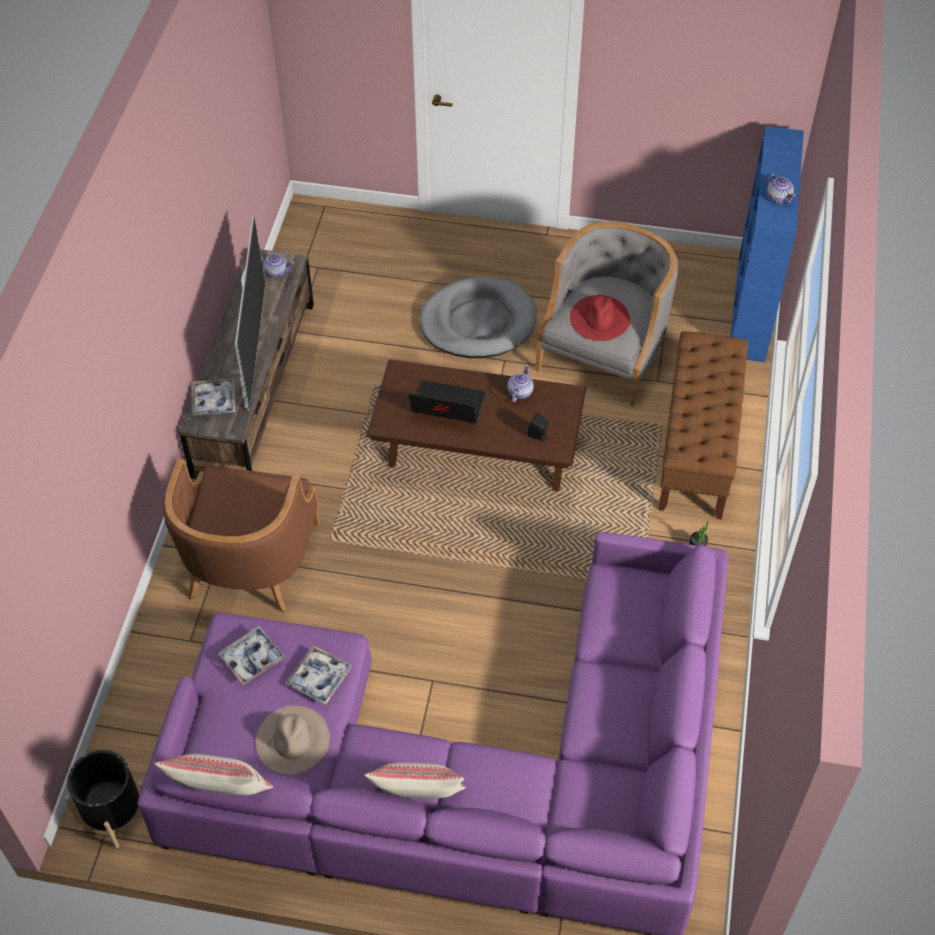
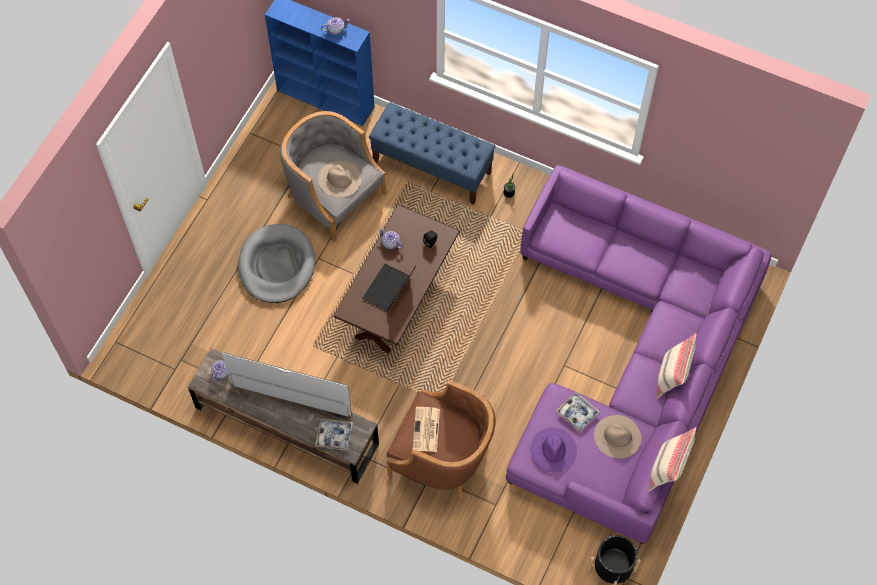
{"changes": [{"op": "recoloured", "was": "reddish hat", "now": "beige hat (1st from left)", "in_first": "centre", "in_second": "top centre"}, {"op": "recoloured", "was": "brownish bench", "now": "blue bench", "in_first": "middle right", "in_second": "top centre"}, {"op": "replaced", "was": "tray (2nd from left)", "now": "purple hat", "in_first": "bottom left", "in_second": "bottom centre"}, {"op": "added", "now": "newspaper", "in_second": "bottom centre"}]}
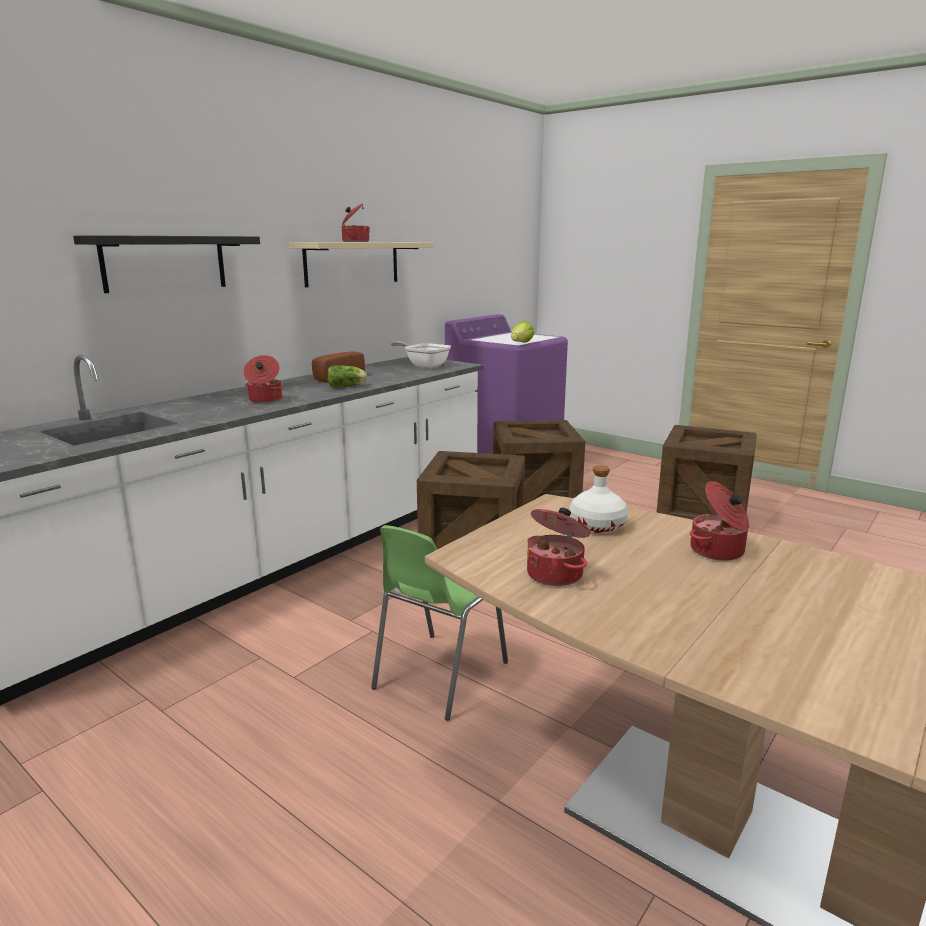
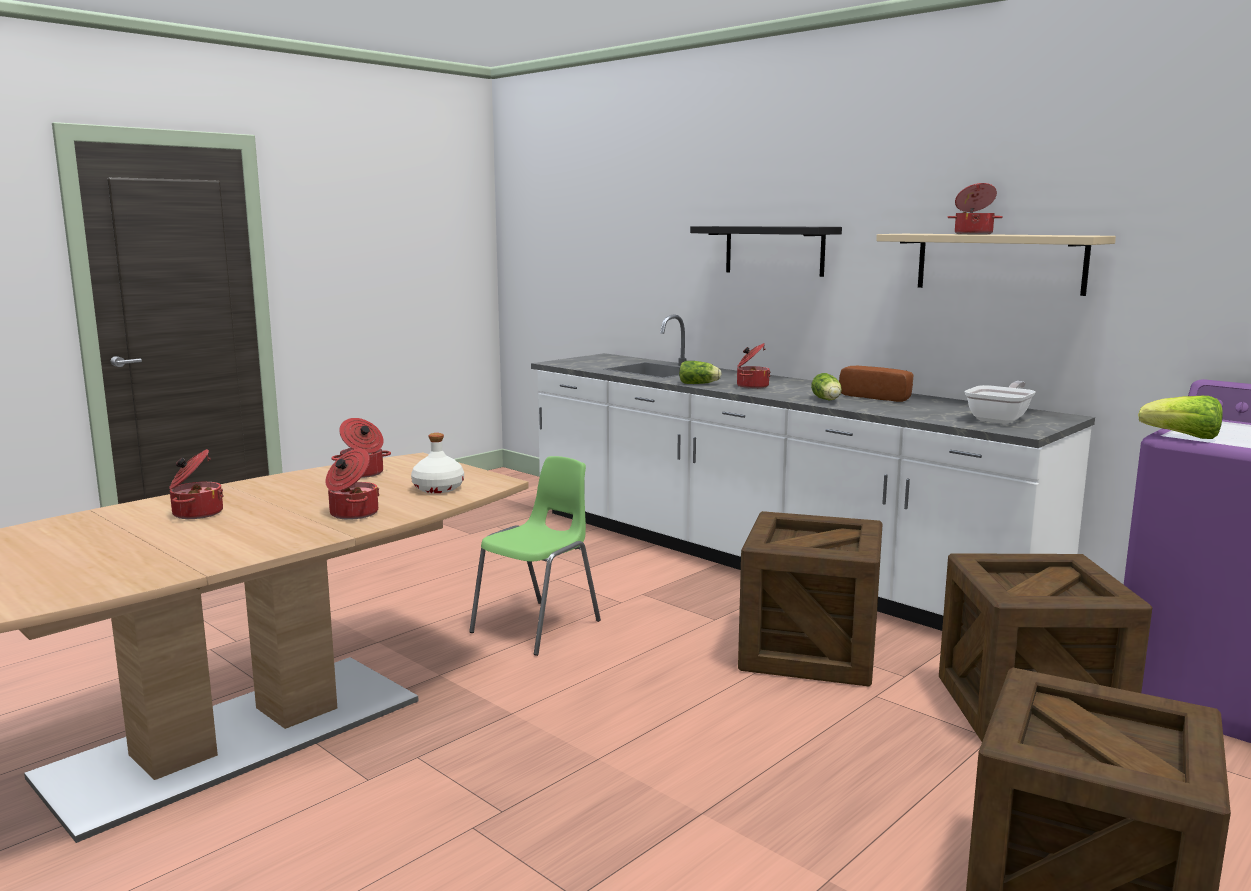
{"changes": [{"op": "turned", "was": "green chair", "in_first": "bottom centre", "in_second": "centre", "clockwise": 90}, {"op": "added", "now": "head of lettuce (1st from left)", "in_second": "centre"}, {"op": "added", "now": "cooking pot (1st from left)", "in_second": "middle left"}]}
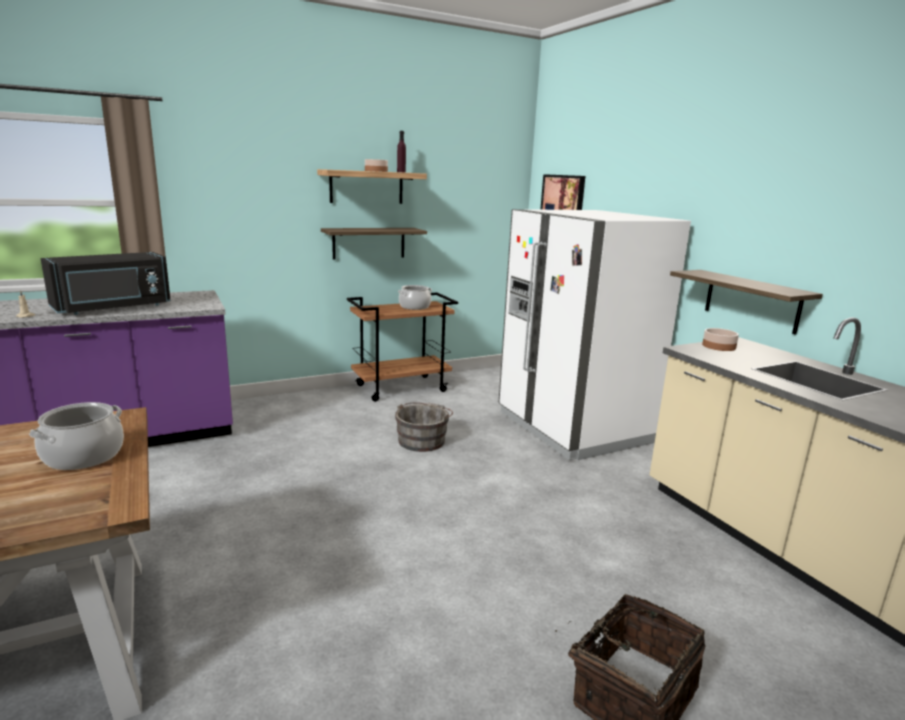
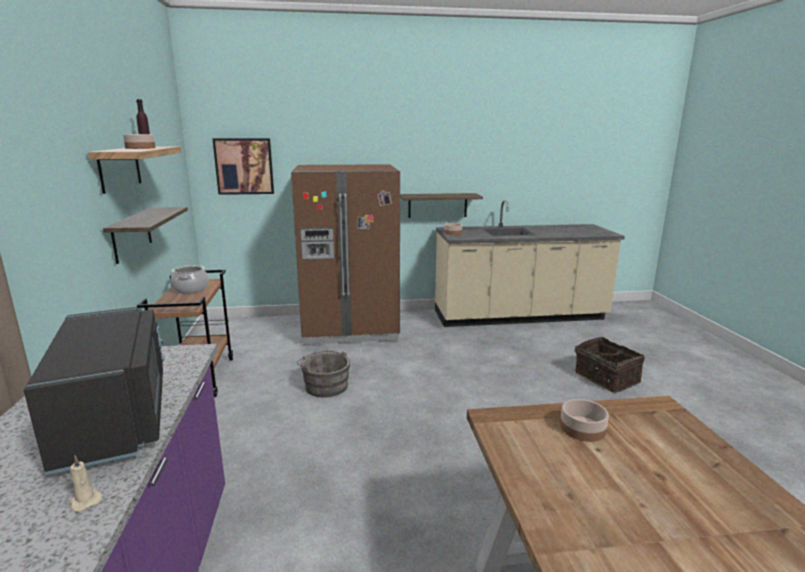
{"changes": [{"op": "recoloured", "was": "white-coloured refrigerator", "now": "brownish refrigerator", "in_first": "centre", "in_second": "centre"}, {"op": "replaced", "was": "cooking pot (1st from left)", "now": "deep dish (3rd from left)", "in_first": "middle left", "in_second": "bottom right"}]}
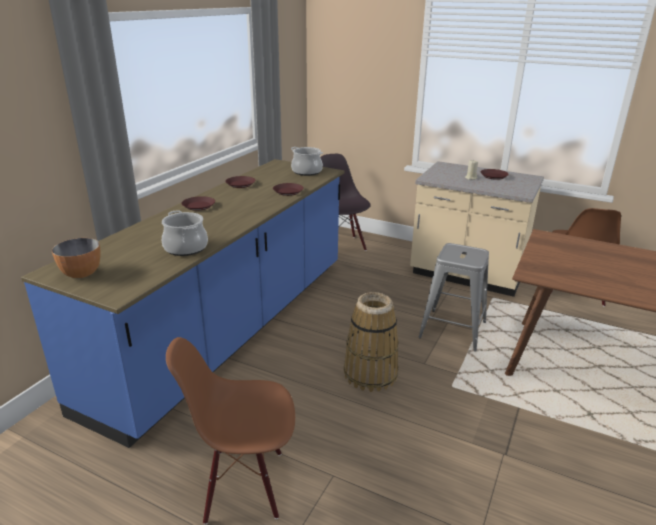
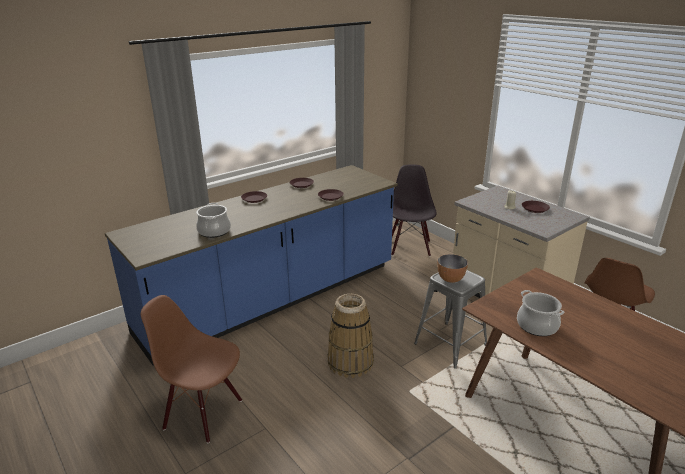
{"changes": [{"op": "moved", "was": "cooking pot (2nd from left)", "in_first": "top centre", "in_second": "middle right"}, {"op": "moved", "was": "deep dish", "in_first": "middle left", "in_second": "centre"}]}
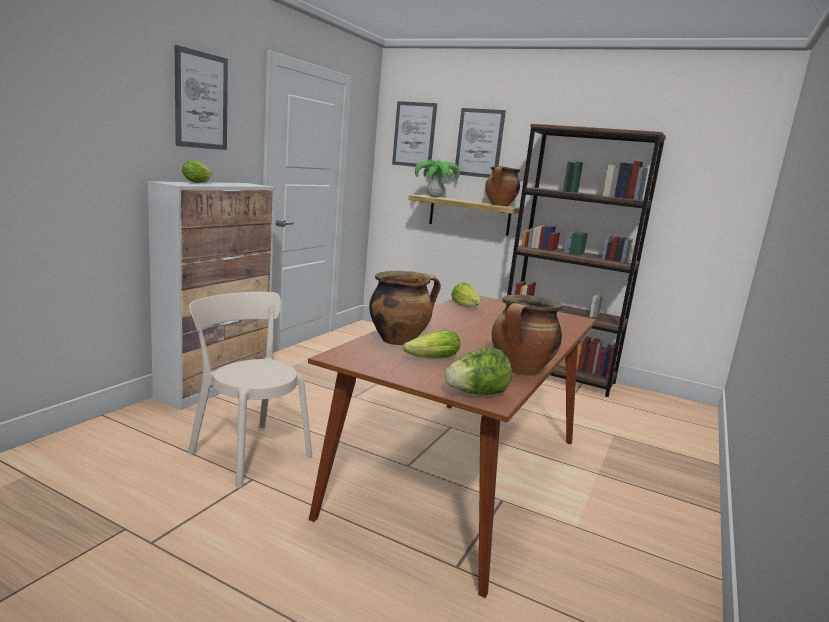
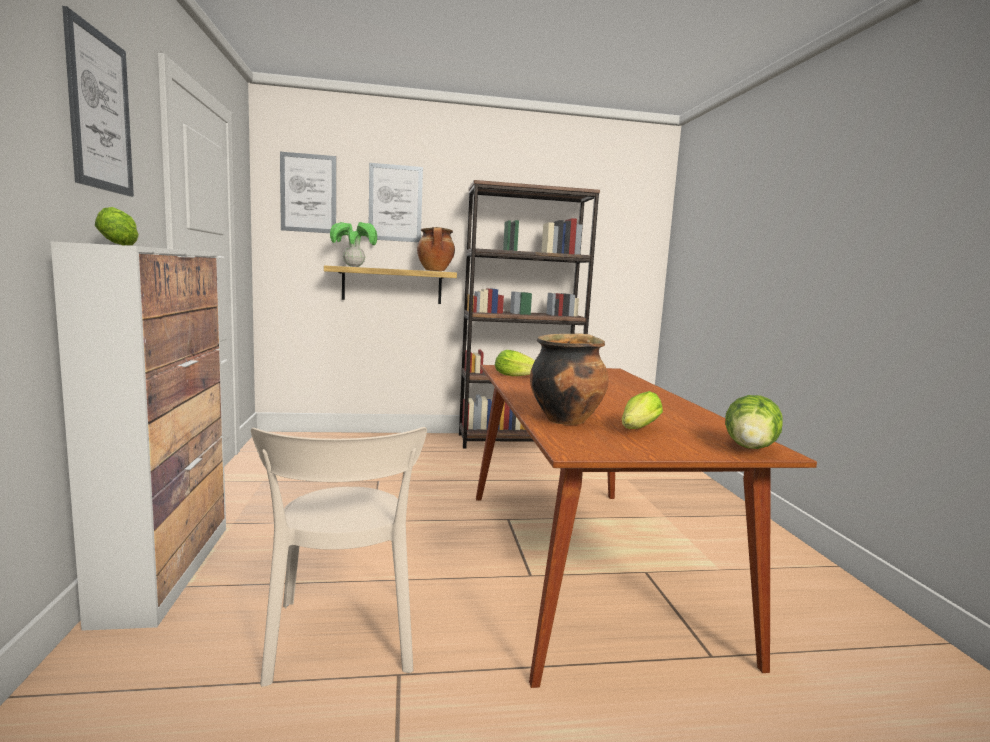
{"changes": [{"op": "turned", "was": "beige chair", "in_first": "middle left", "in_second": "bottom centre", "clockwise": -105}, {"op": "removed", "was": "cooking pot (3rd from left)", "in_first": "centre"}]}
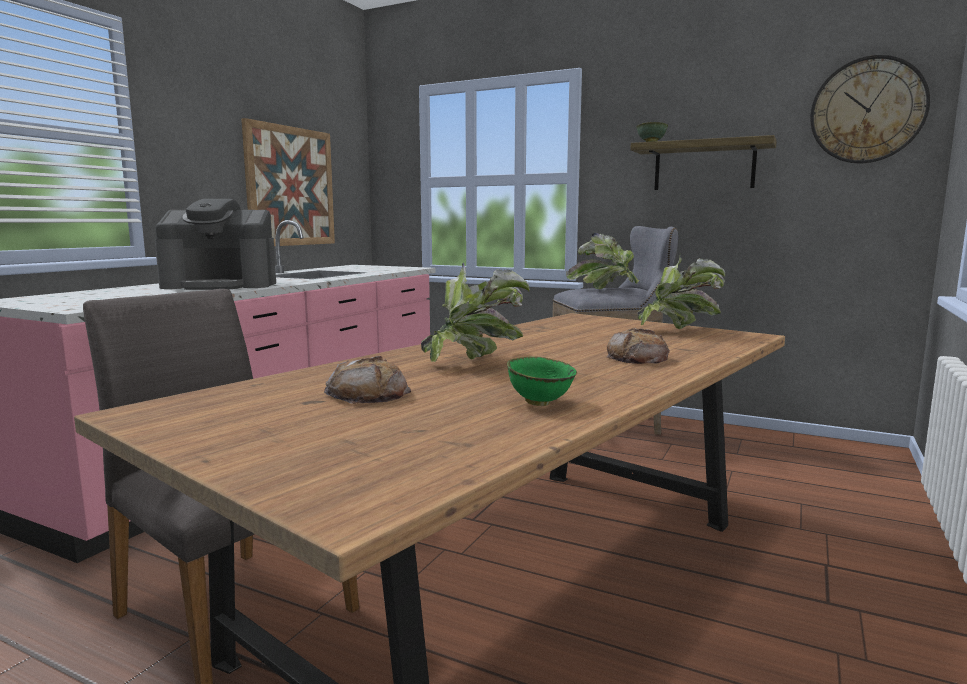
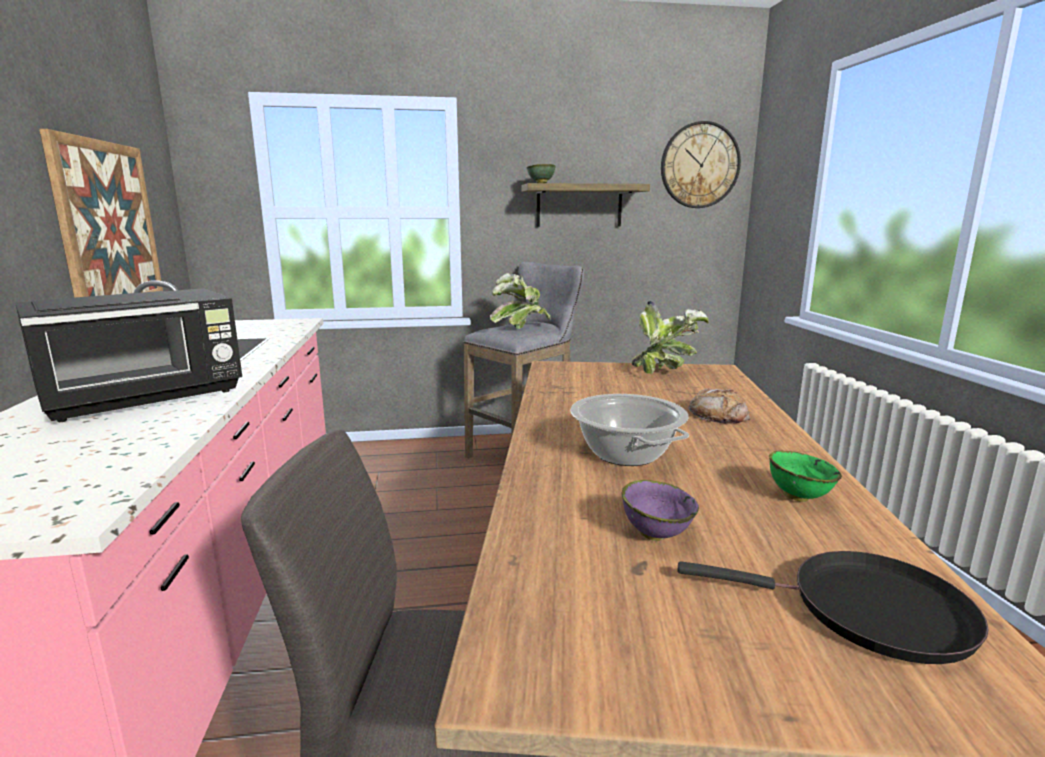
{"changes": [{"op": "replaced", "was": "coffee brewer", "now": "black-coloured microwave", "in_first": "middle left", "in_second": "middle left"}, {"op": "replaced", "was": "houseplant (1st from left)", "now": "cooking pot", "in_first": "centre", "in_second": "centre"}, {"op": "replaced", "was": "bread (1st from left)", "now": "purple deep dish", "in_first": "centre", "in_second": "bottom centre"}, {"op": "added", "now": "black-coloured pan", "in_second": "bottom right"}]}
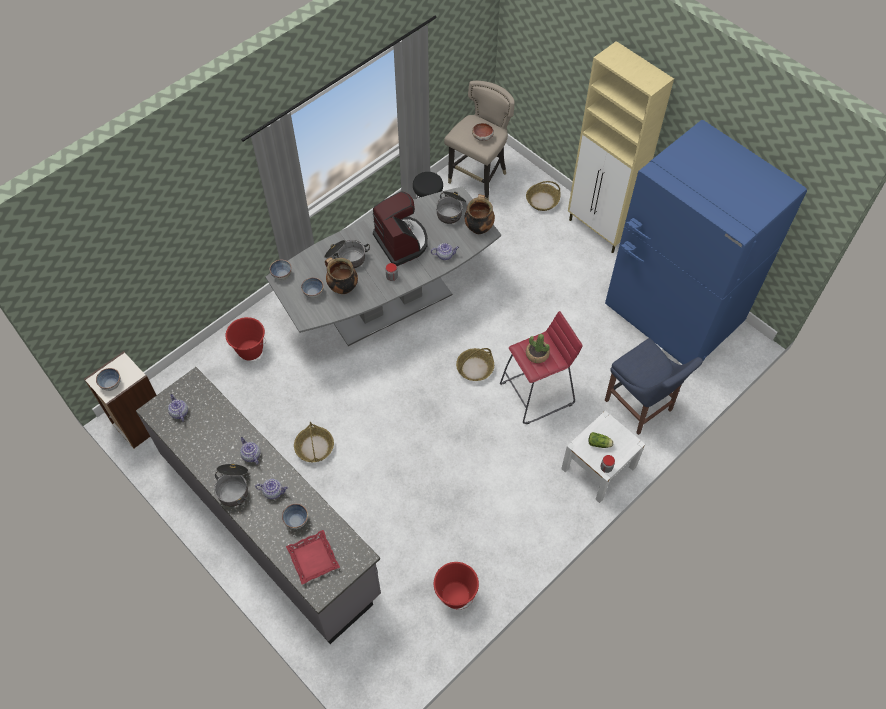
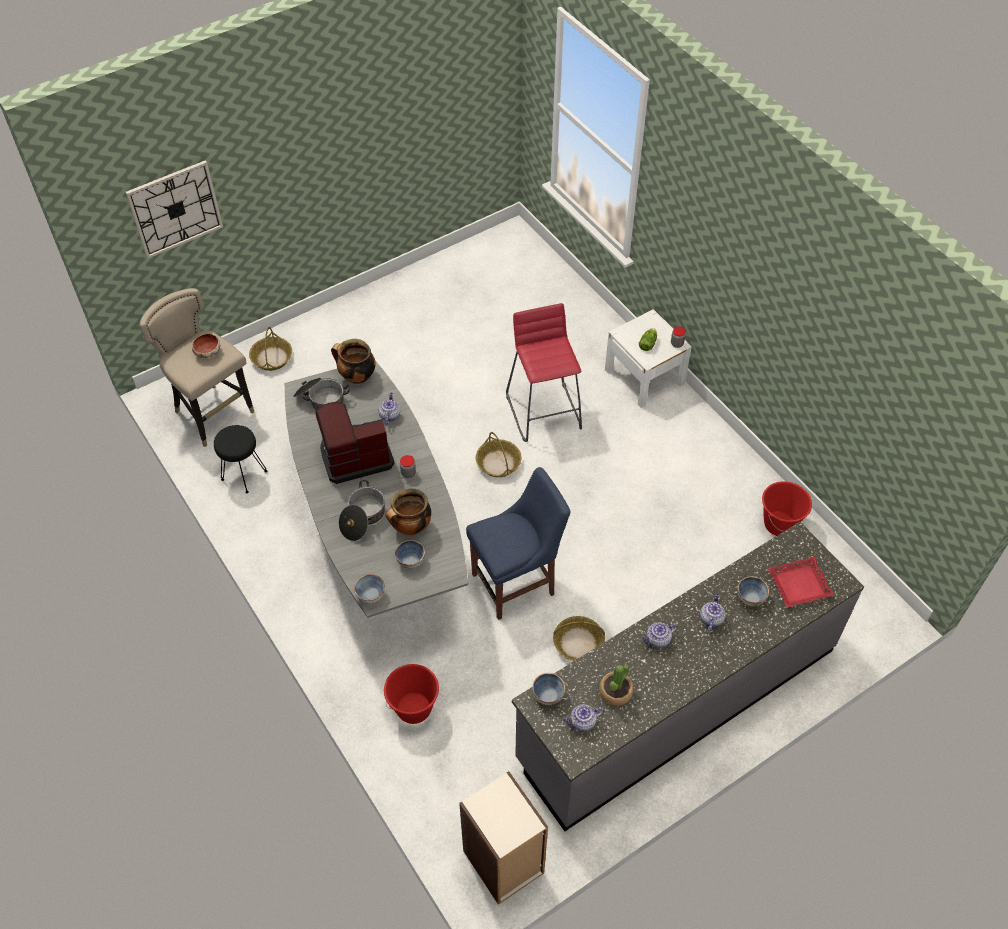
{"changes": [{"op": "removed", "was": "beige cabinet", "in_first": "top right"}, {"op": "removed", "was": "blue refrigerator", "in_first": "middle right"}, {"op": "moved", "was": "houseplant", "in_first": "centre", "in_second": "bottom centre"}, {"op": "moved", "was": "blue chair", "in_first": "middle right", "in_second": "centre"}, {"op": "moved", "was": "deep dish (1st from left in the first image)", "now": "deep dish (4th from left)", "in_first": "middle left", "in_second": "bottom centre"}, {"op": "removed", "was": "cooking pot (1st from left)", "in_first": "bottom left"}, {"op": "added", "now": "hanging clock", "in_second": "top left"}]}
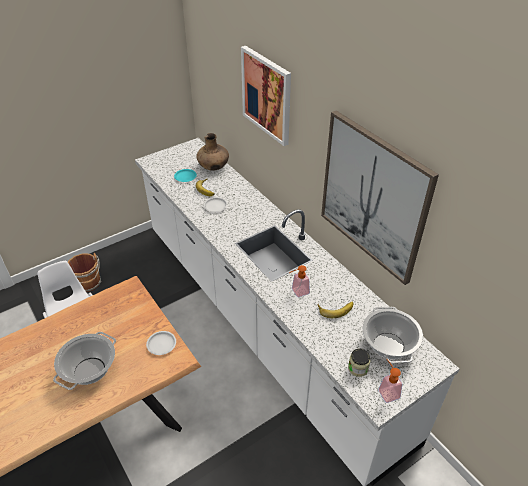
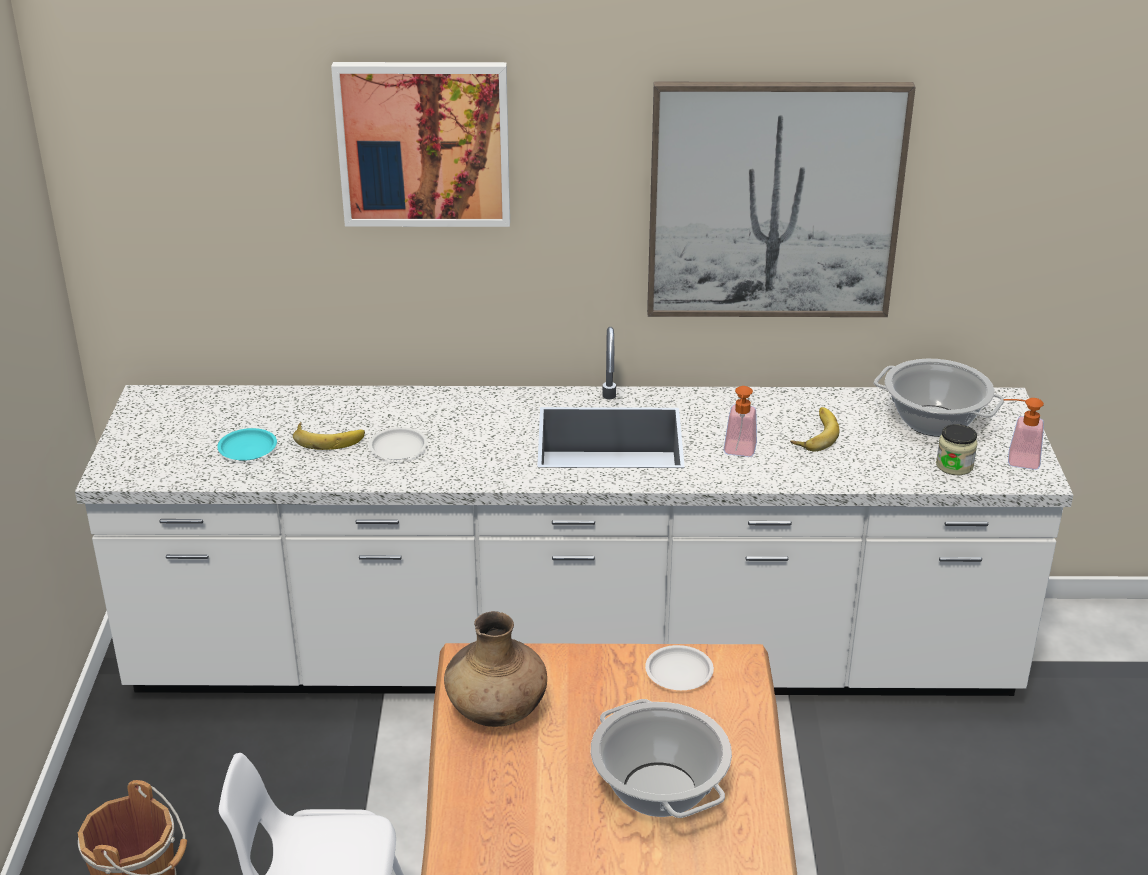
{"changes": [{"op": "moved", "was": "brownish flower vase", "in_first": "top centre", "in_second": "bottom centre"}]}
